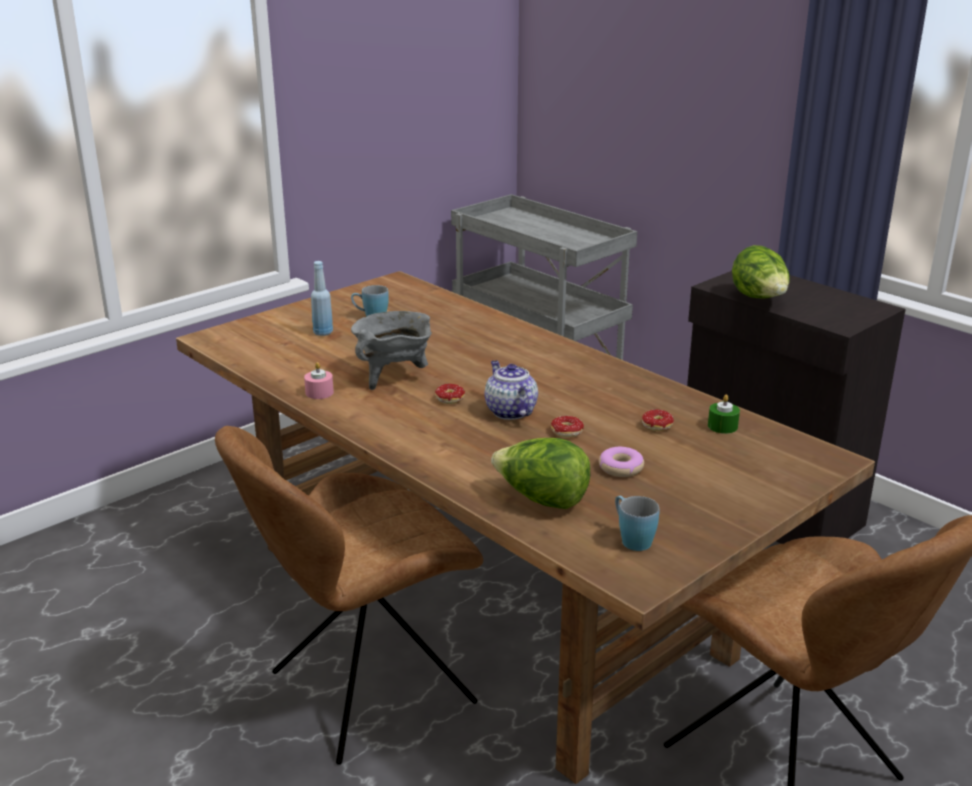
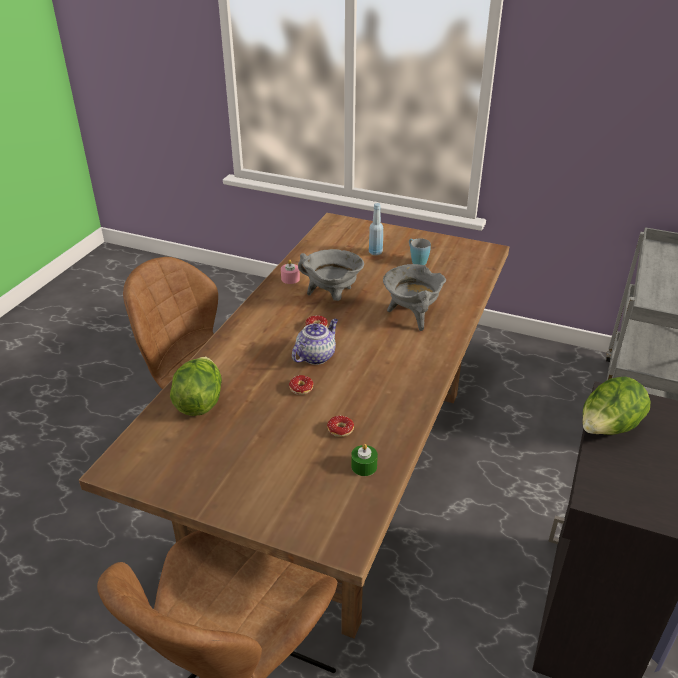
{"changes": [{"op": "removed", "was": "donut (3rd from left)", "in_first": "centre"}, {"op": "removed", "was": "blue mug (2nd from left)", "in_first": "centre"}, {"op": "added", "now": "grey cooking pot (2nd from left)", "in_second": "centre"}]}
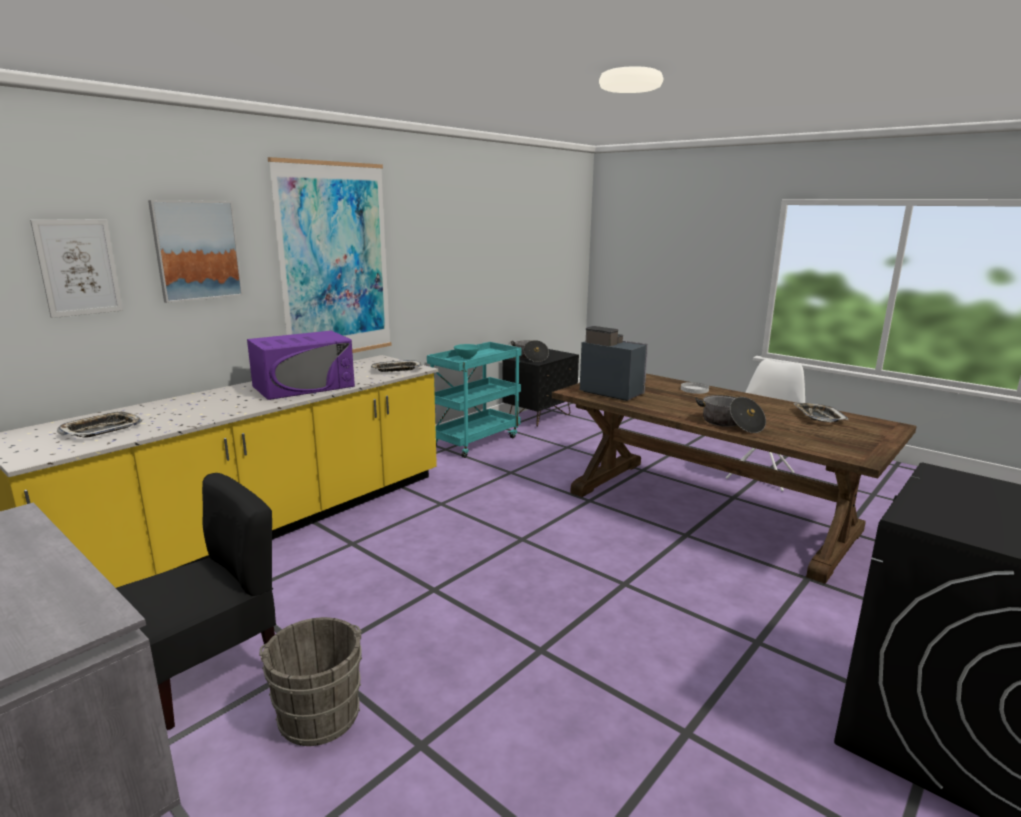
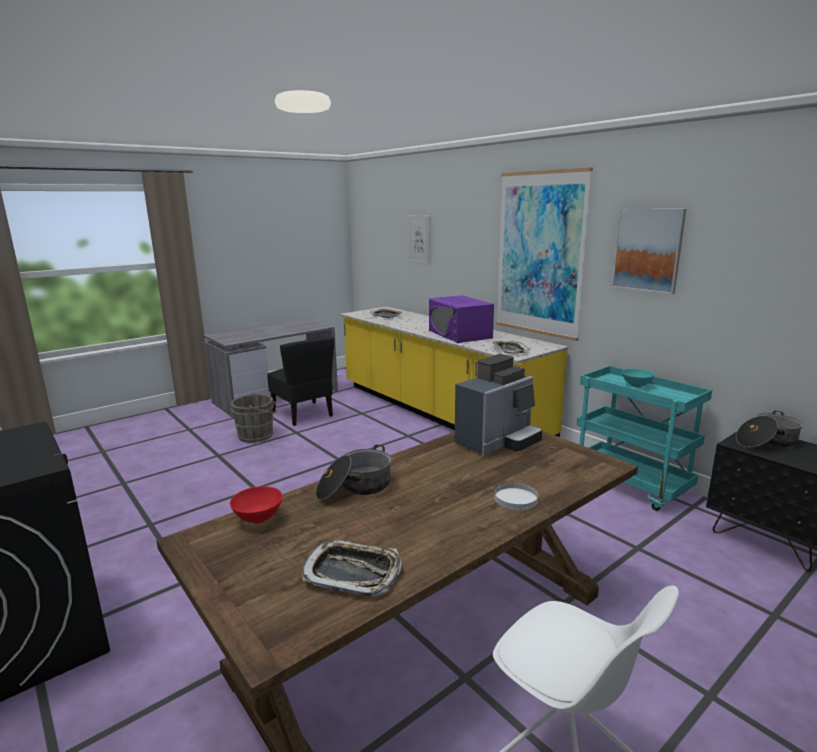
{"changes": [{"op": "moved", "was": "wall picture (2nd from left in the first image)", "now": "wall picture (3rd from left)", "in_first": "top left", "in_second": "middle right"}, {"op": "added", "now": "reddish deep dish", "in_second": "bottom left"}]}
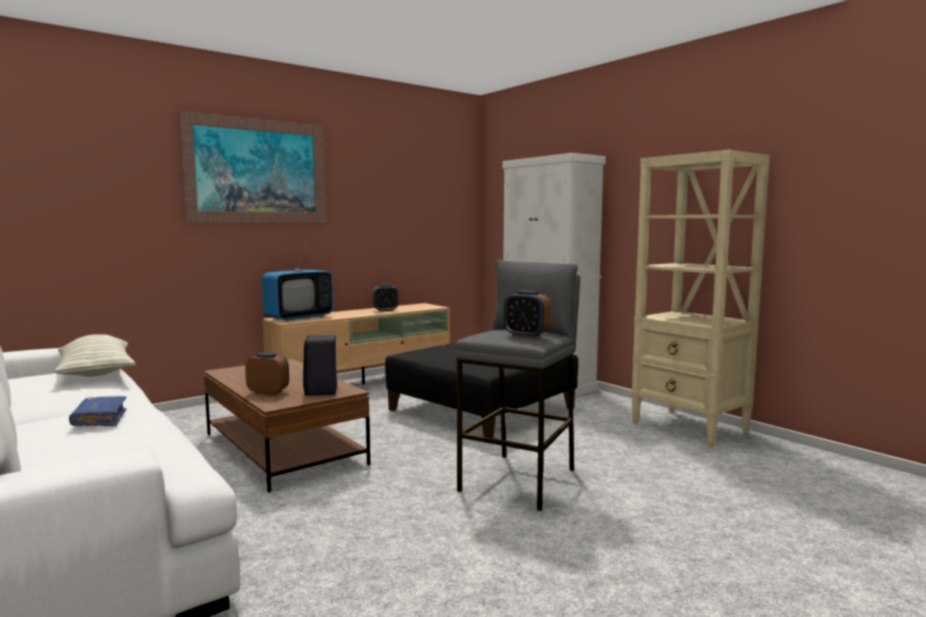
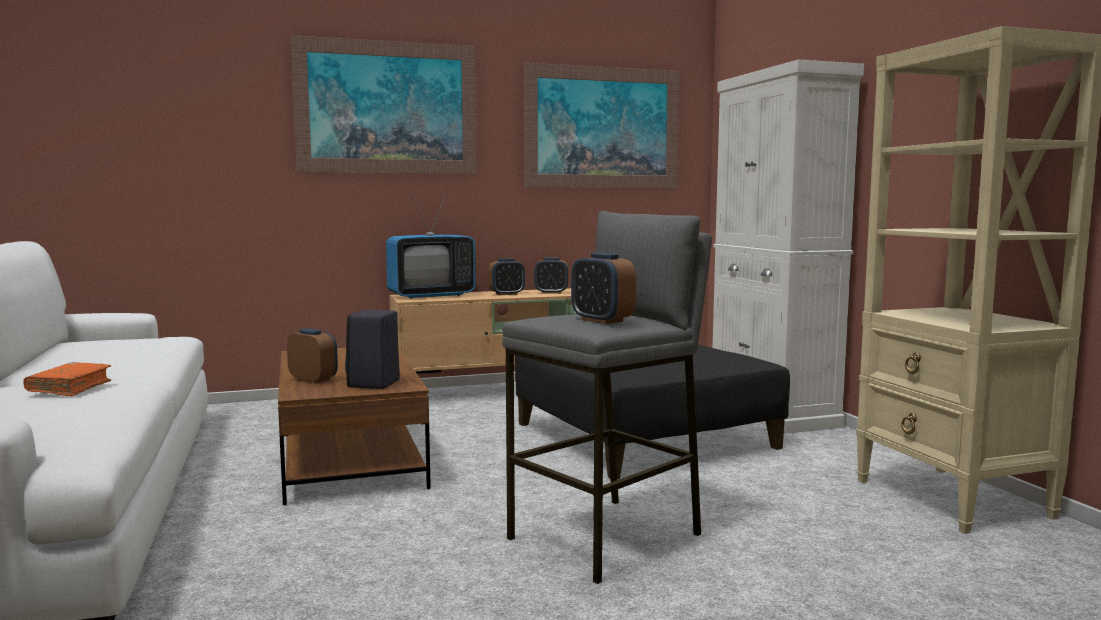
{"changes": [{"op": "removed", "was": "throw pillow", "in_first": "middle left"}, {"op": "recoloured", "was": "blue volume", "now": "orangey volume", "in_first": "middle left", "in_second": "middle left"}, {"op": "added", "now": "wall picture (2nd from left)", "in_second": "top centre"}, {"op": "added", "now": "table clock (2nd from left)", "in_second": "centre"}]}
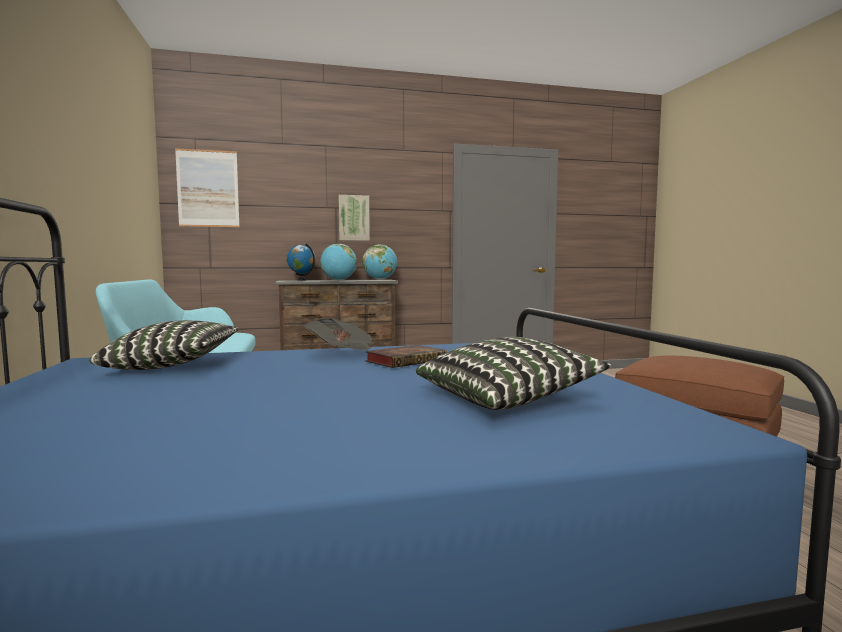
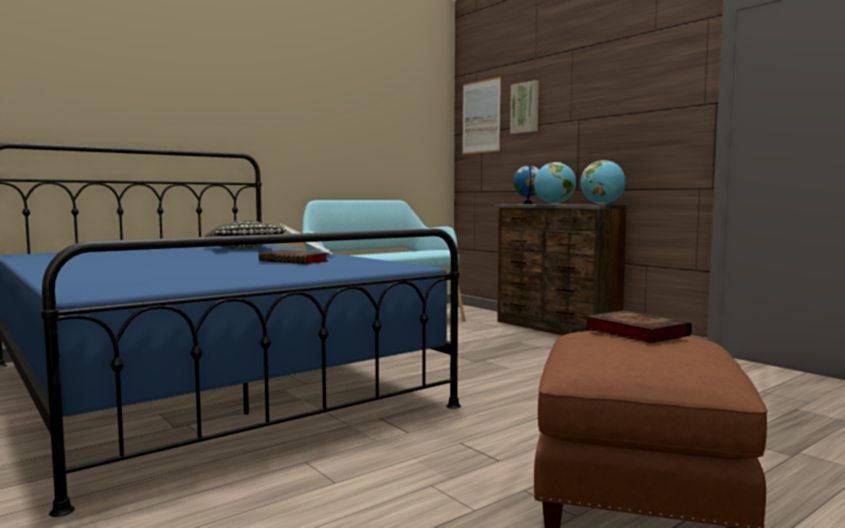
{"changes": [{"op": "moved", "was": "wall picture (2nd from left)", "in_first": "centre", "in_second": "top centre"}, {"op": "removed", "was": "throw pillow (2nd from left)", "in_first": "centre"}, {"op": "added", "now": "volume (2nd from left)", "in_second": "middle right"}]}
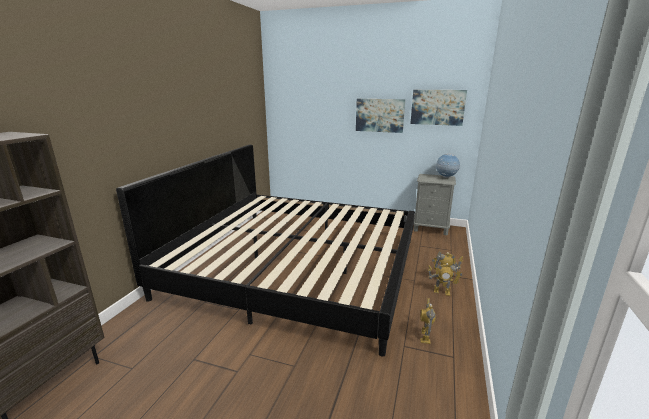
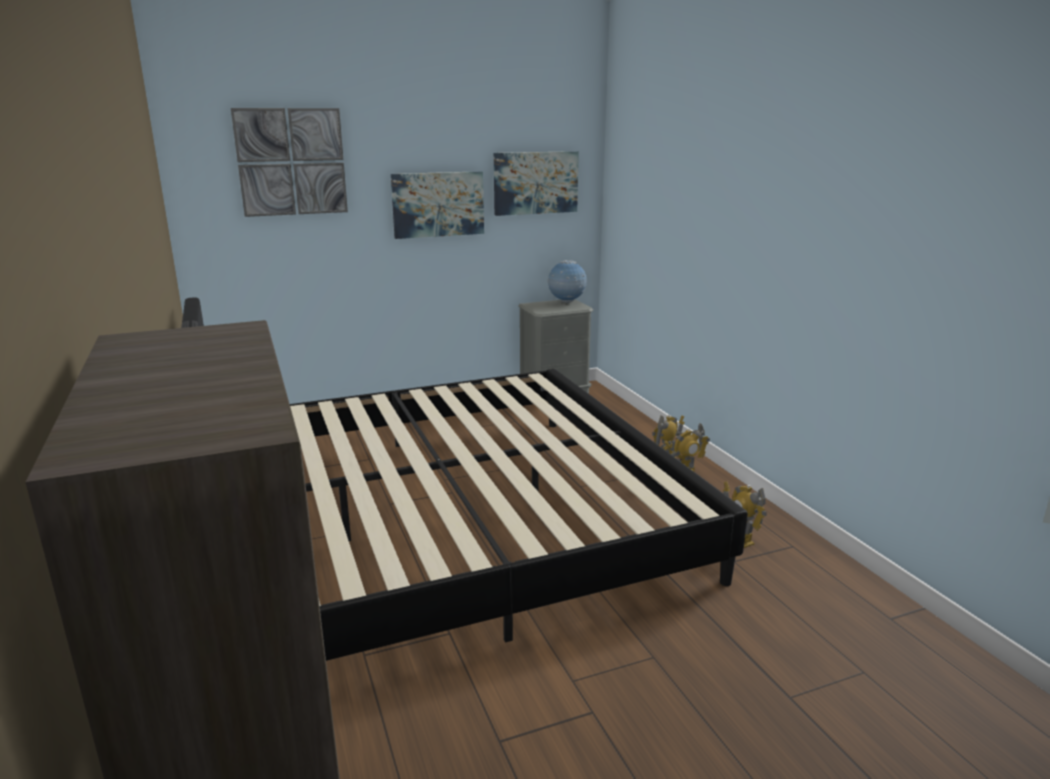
{"changes": [{"op": "added", "now": "wall picture (1st from left)", "in_second": "top left"}]}
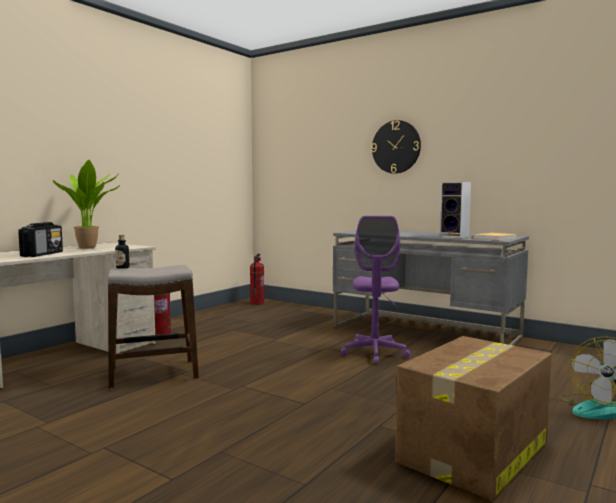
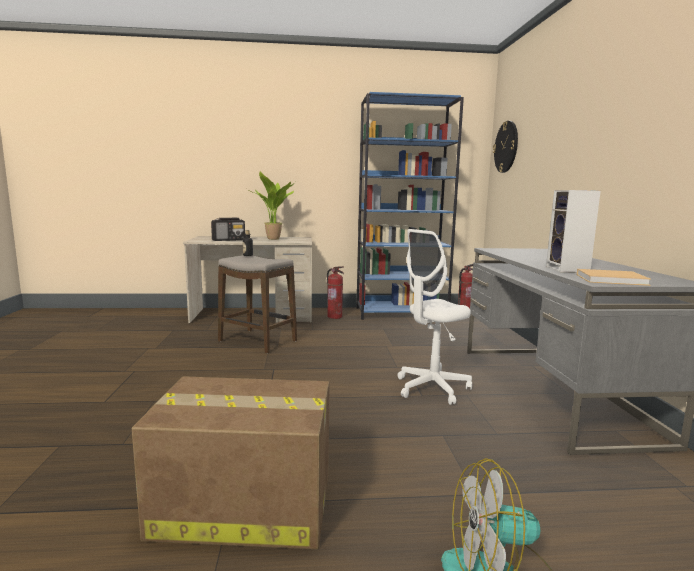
{"changes": [{"op": "moved", "was": "hanging clock", "in_first": "top centre", "in_second": "top right"}, {"op": "recoloured", "was": "purple desk chair", "now": "white-coloured desk chair", "in_first": "centre", "in_second": "centre"}, {"op": "added", "now": "blue shelving unit", "in_second": "centre"}]}
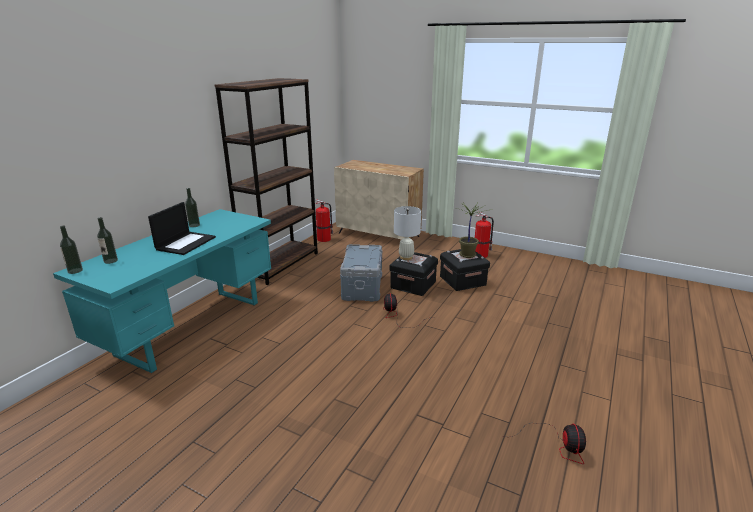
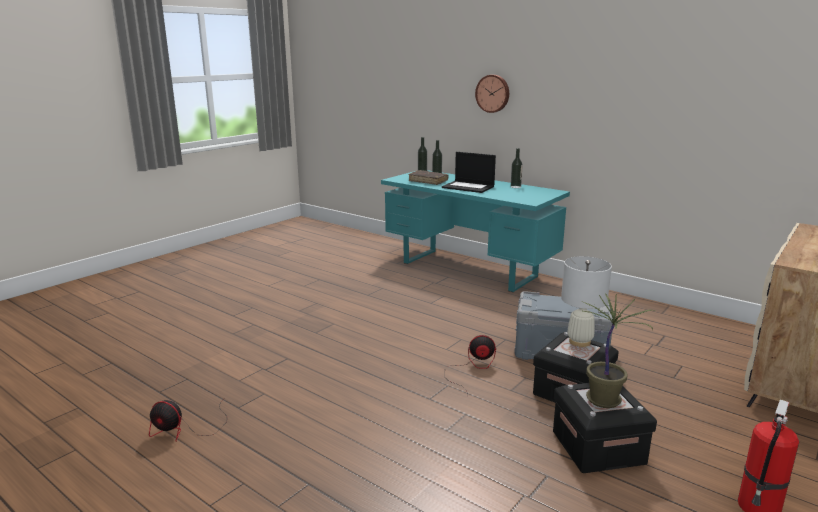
{"changes": [{"op": "removed", "was": "brownish shelving unit", "in_first": "centre"}, {"op": "removed", "was": "extinguisher (1st from left)", "in_first": "centre"}, {"op": "added", "now": "hanging clock", "in_second": "top centre"}, {"op": "added", "now": "brownish volume", "in_second": "centre"}]}
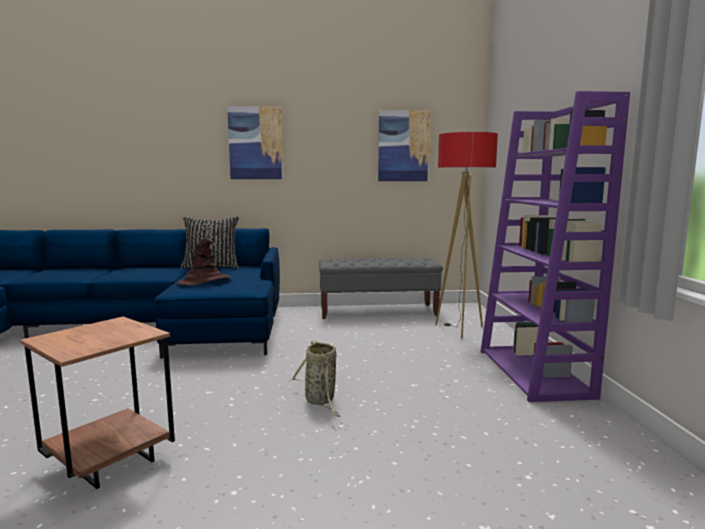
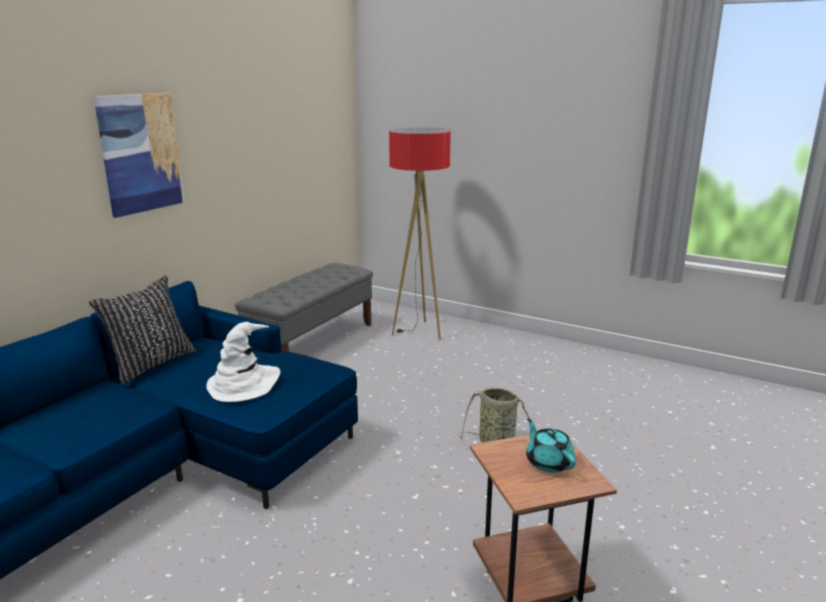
{"changes": [{"op": "removed", "was": "purple shelving unit", "in_first": "middle right"}, {"op": "removed", "was": "wall picture (2nd from left)", "in_first": "top centre"}, {"op": "recoloured", "was": "brownish hat", "now": "white-coloured hat", "in_first": "middle left", "in_second": "middle left"}, {"op": "added", "now": "turquoise-coloured pot for tea", "in_second": "bottom right"}]}
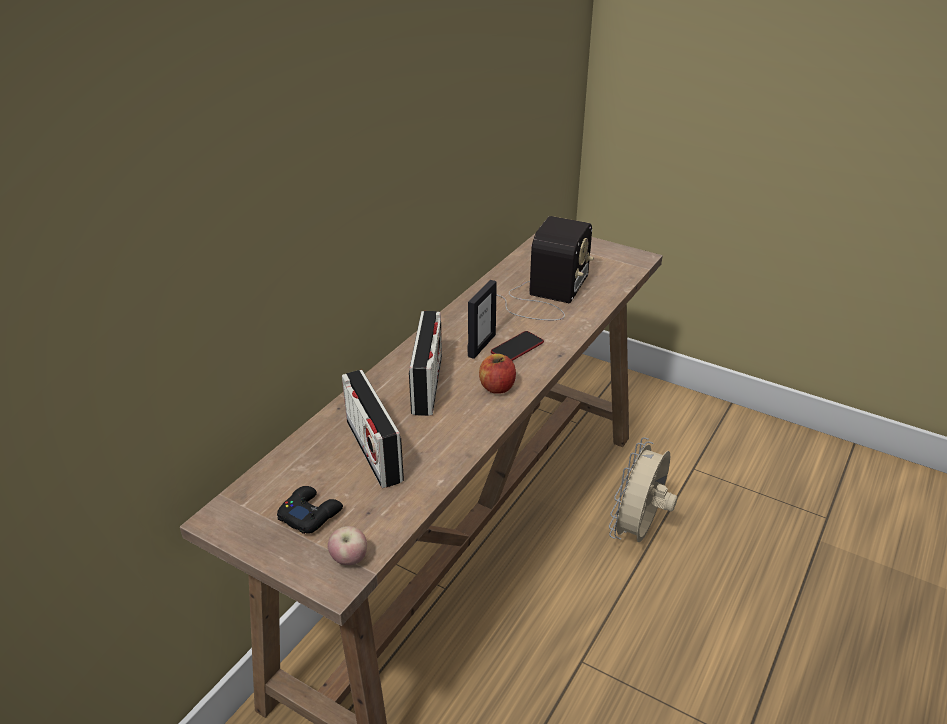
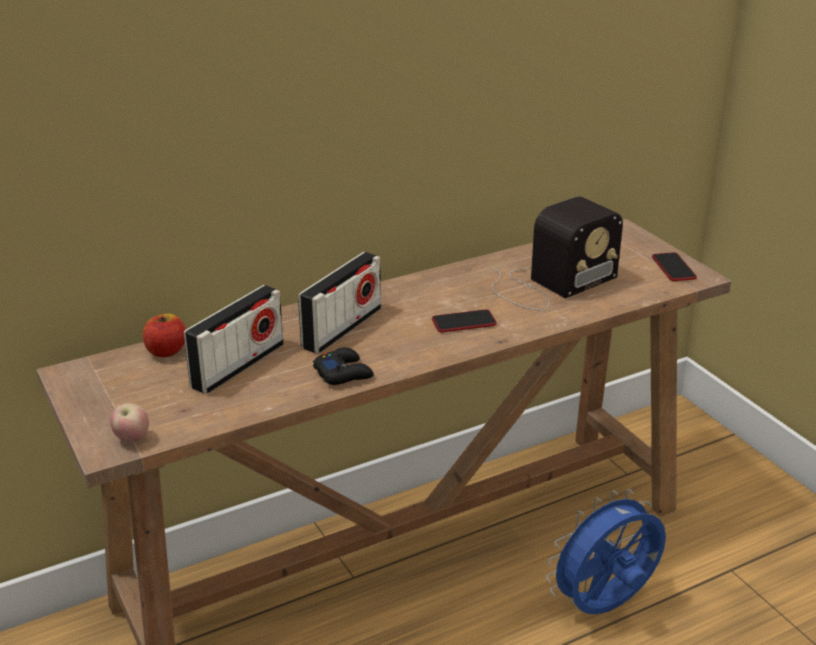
{"changes": [{"op": "removed", "was": "photo frame", "in_first": "centre"}, {"op": "moved", "was": "apple (2nd from left)", "in_first": "centre", "in_second": "middle left"}, {"op": "turned", "was": "radio receiver (1st from left)", "in_first": "centre", "in_second": "middle left", "clockwise": -150}, {"op": "recoloured", "was": "beige fan", "now": "blue fan", "in_first": "bottom right", "in_second": "bottom right"}, {"op": "moved", "was": "black-coloured gamepad", "in_first": "bottom left", "in_second": "centre"}, {"op": "added", "now": "telephone (2nd from left)", "in_second": "middle right"}]}
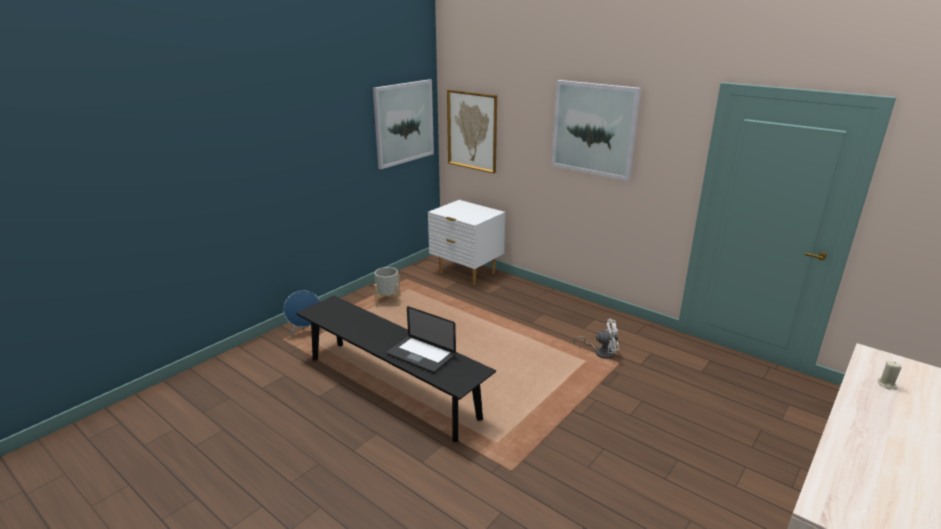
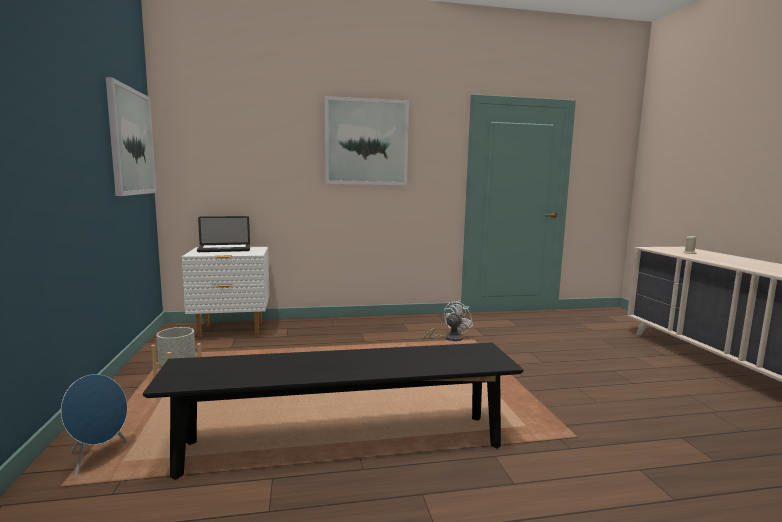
{"changes": [{"op": "removed", "was": "wall picture (2nd from left)", "in_first": "top centre"}, {"op": "moved", "was": "portable computer", "in_first": "centre", "in_second": "middle left"}]}
